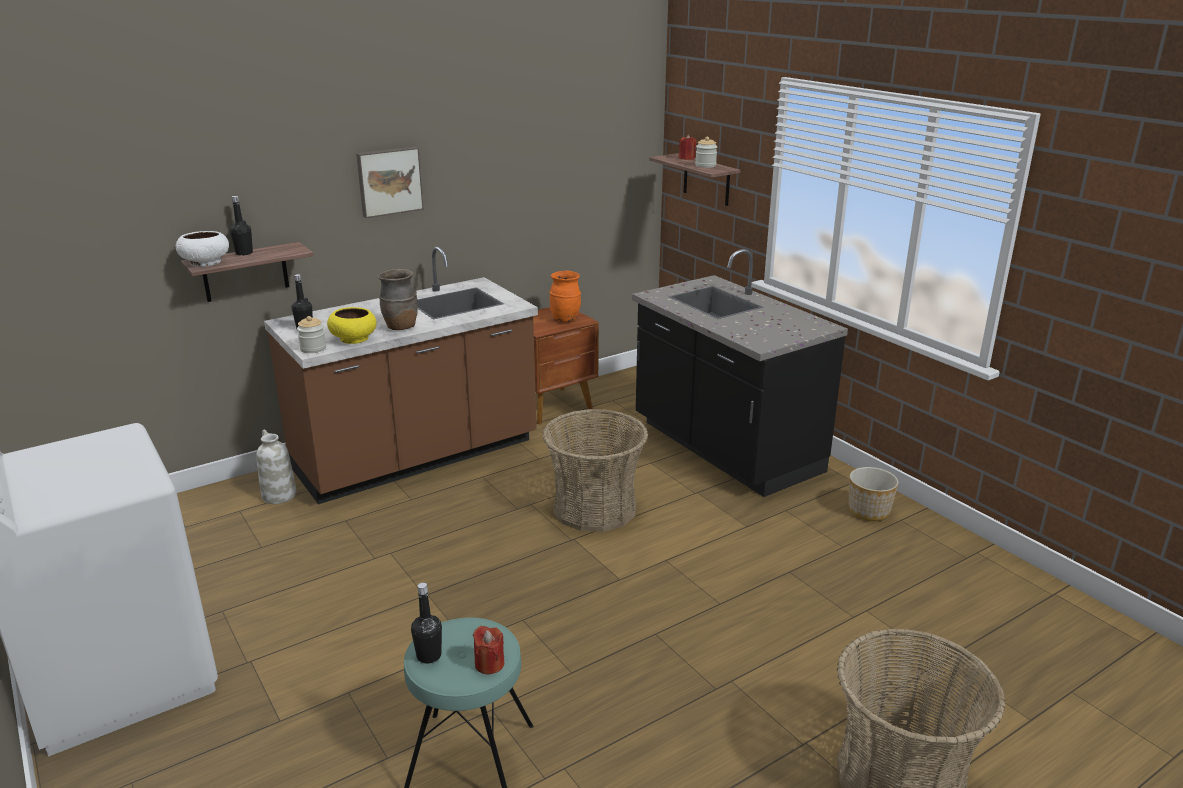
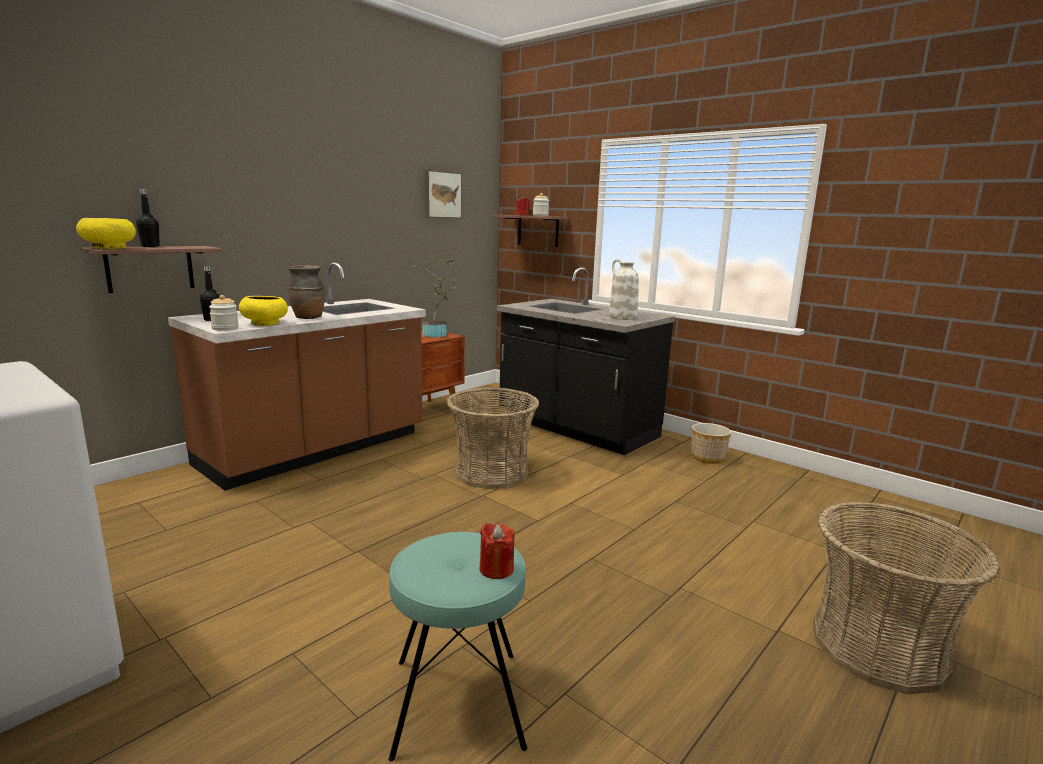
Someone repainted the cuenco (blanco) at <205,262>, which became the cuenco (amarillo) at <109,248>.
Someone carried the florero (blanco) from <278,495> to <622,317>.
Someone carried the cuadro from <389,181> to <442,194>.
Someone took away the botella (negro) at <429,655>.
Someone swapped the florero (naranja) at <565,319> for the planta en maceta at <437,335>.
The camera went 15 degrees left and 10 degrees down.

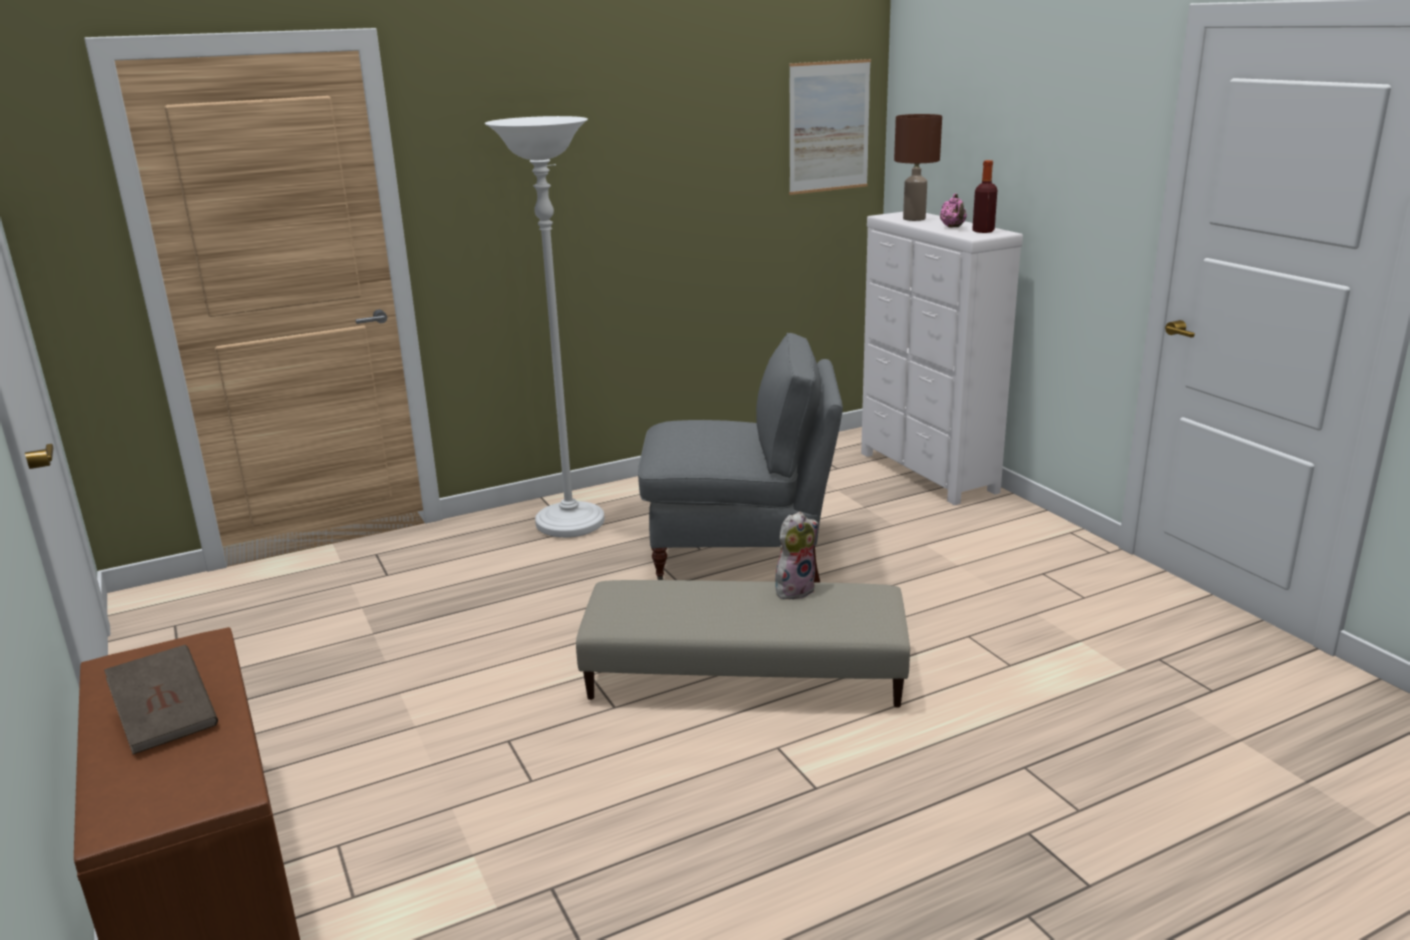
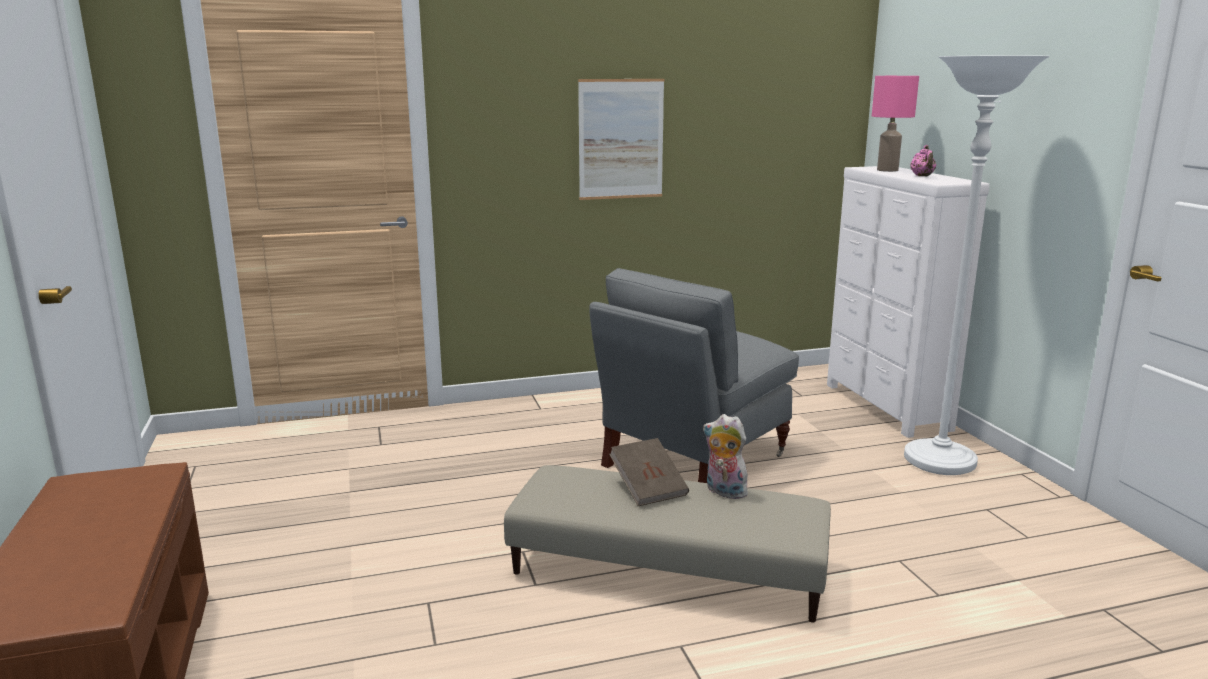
Someone carried the libro (marrón) from <167,719> to <648,488>.
Someone carried the lámpara de pie (blanco) from <570,524> to <939,461>.
Someone rotated the sillón (gris) at <740,555> by 120 degrees clockwise.
Someone rotated the peluche at <794,589> by 120 degrees counterclockwise.
Someone carried the cuadro from <829,127> to <621,139>.
Someone repainted the lámpara de mesa (marrón) at <914,219>, which became the lámpara de mesa (rosa) at <887,170>.
Someone took away the botella at <983,231>.
The camera went 10 degrees right and 5 degrees down.

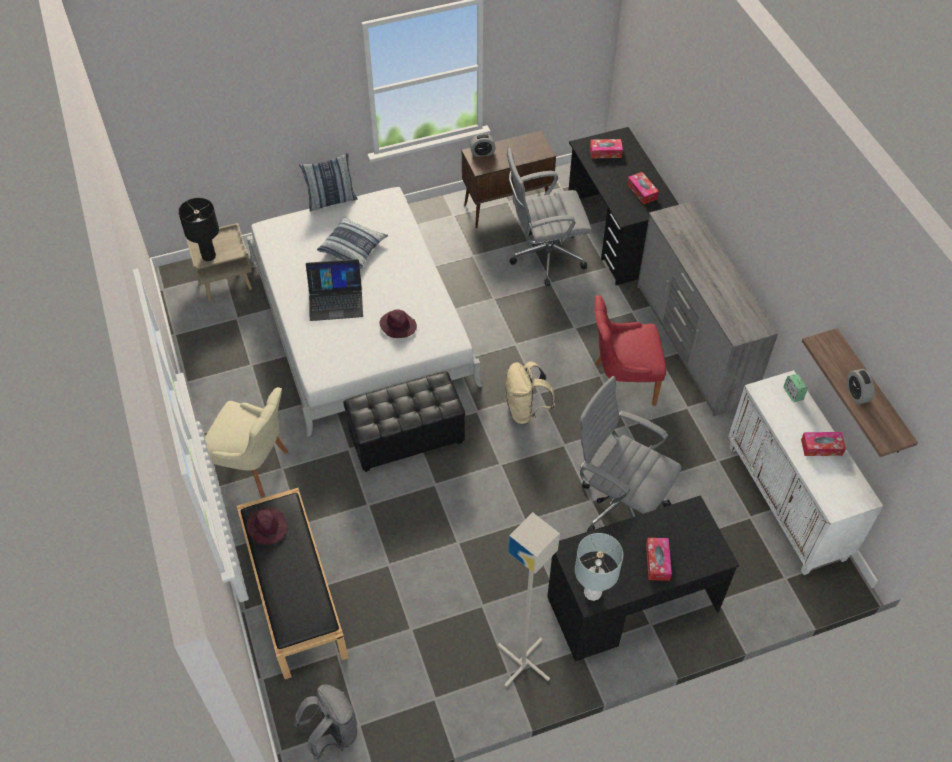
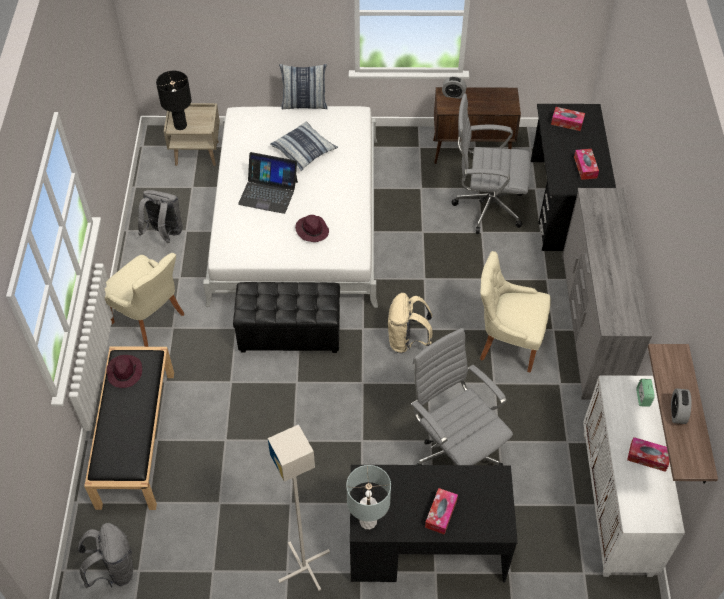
Someone repainted the silla (rojo) at <621,383>, which became the silla (beis) at <507,342>.
Someone put down the mochila (gris) at <164,233>.
The camera went 20 degrees right and 0 degrees up.

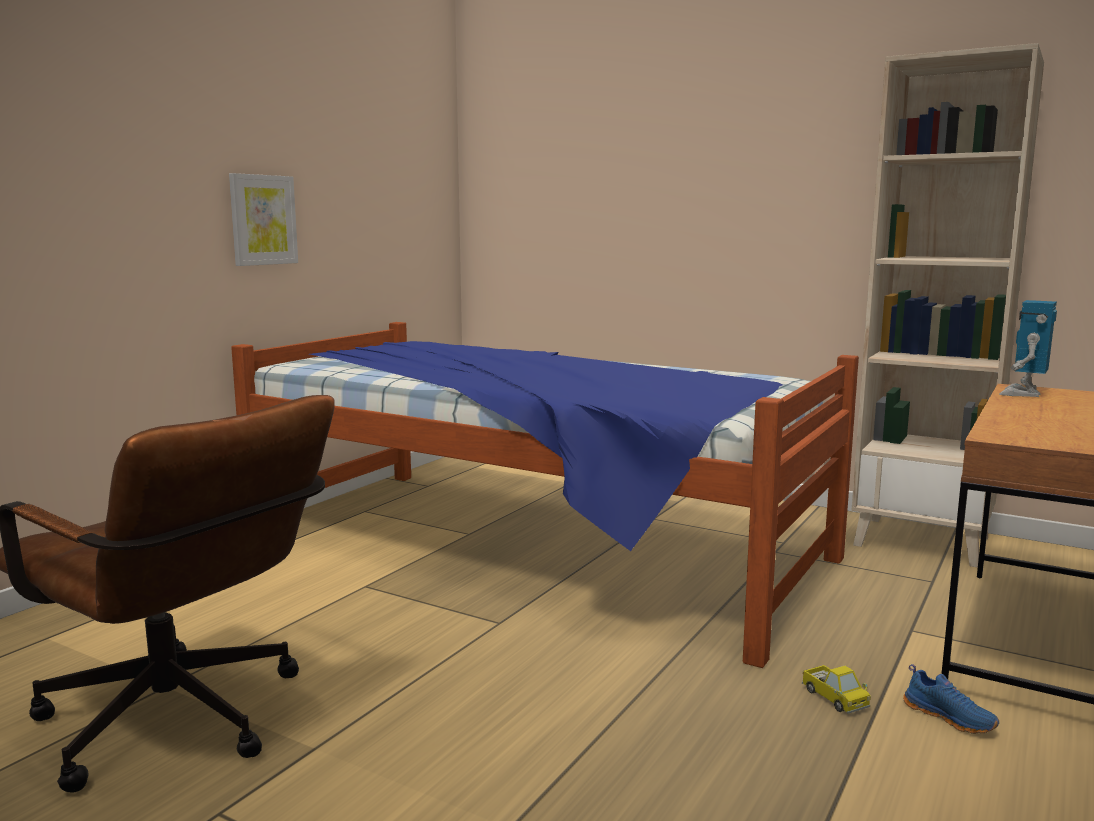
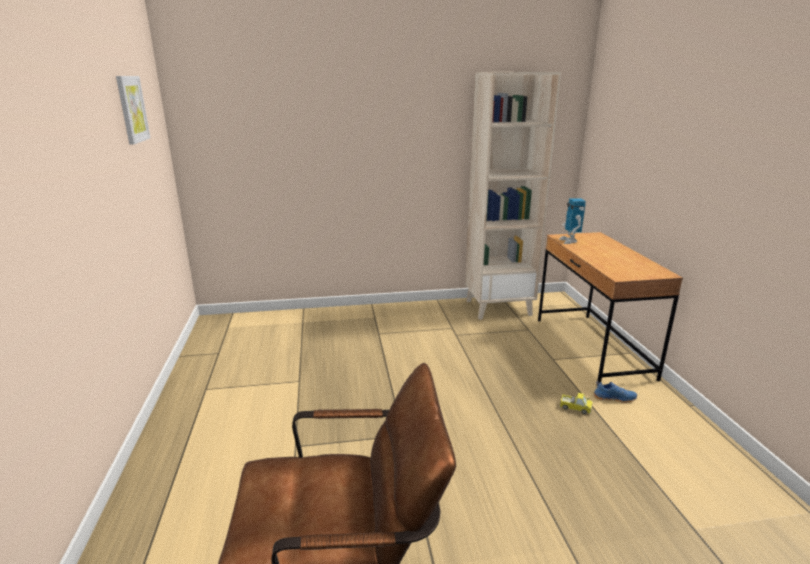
Someone carried the cuadro from <262,220> to <132,109>.
Someone took away the cama at <531,547>.
The camera went 40 degrees left and 10 degrees up.

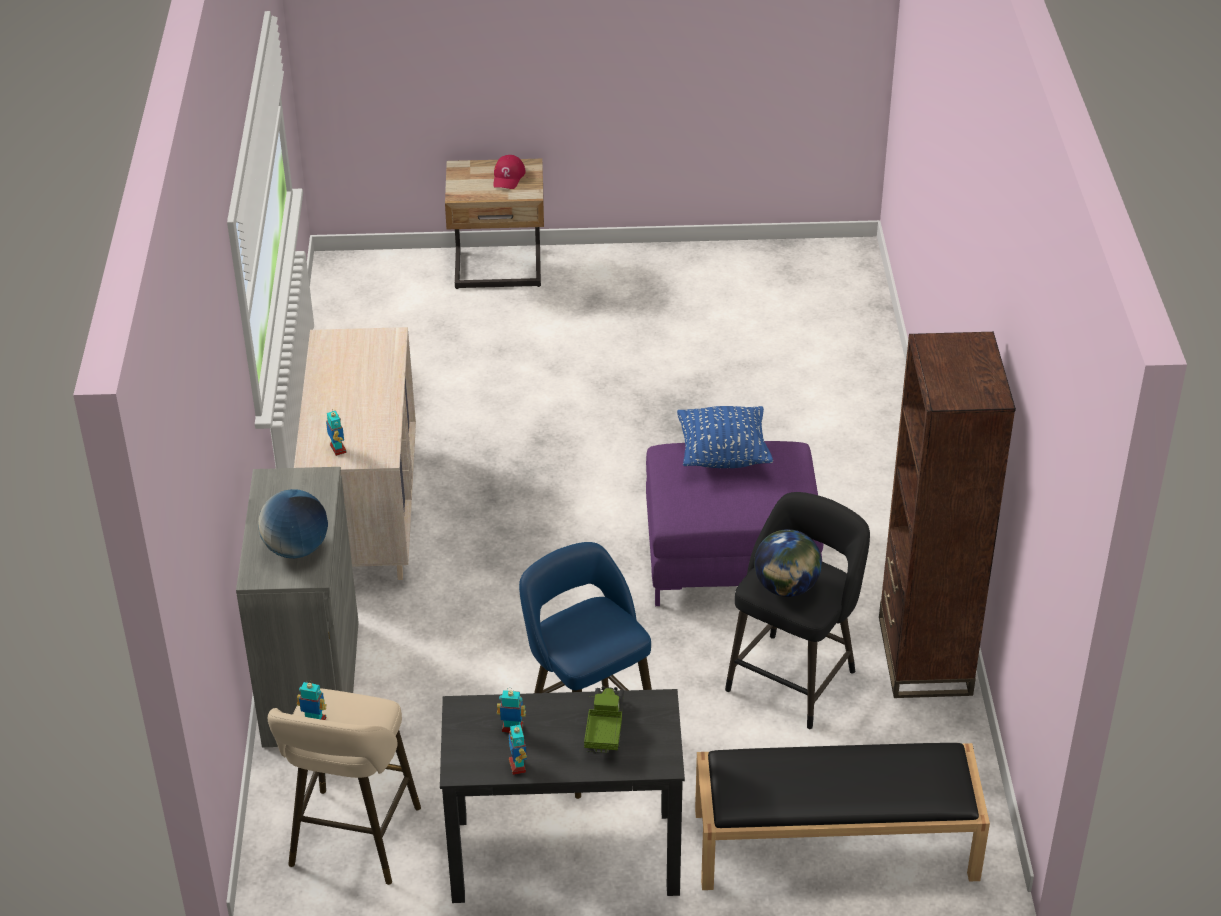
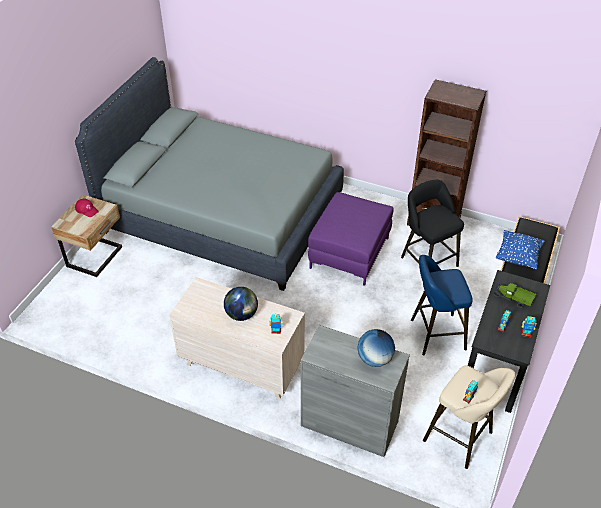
Someone carried the cojín (azul) from <723,455> to <517,257>.
Someone carried the globo terráqueo from <786,587> to <242,314>.
Someone put down the cama (gris) at <222,214>.
The camera went 65 degrees left and 5 degrees up.

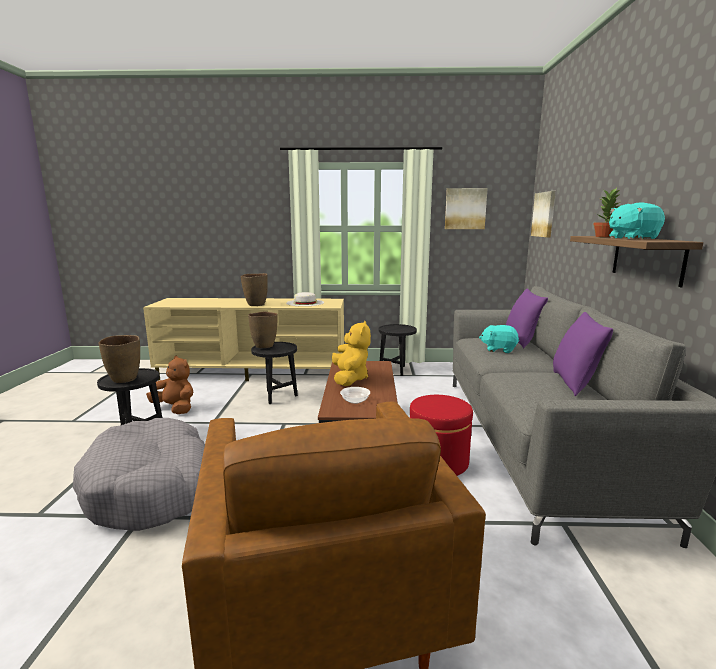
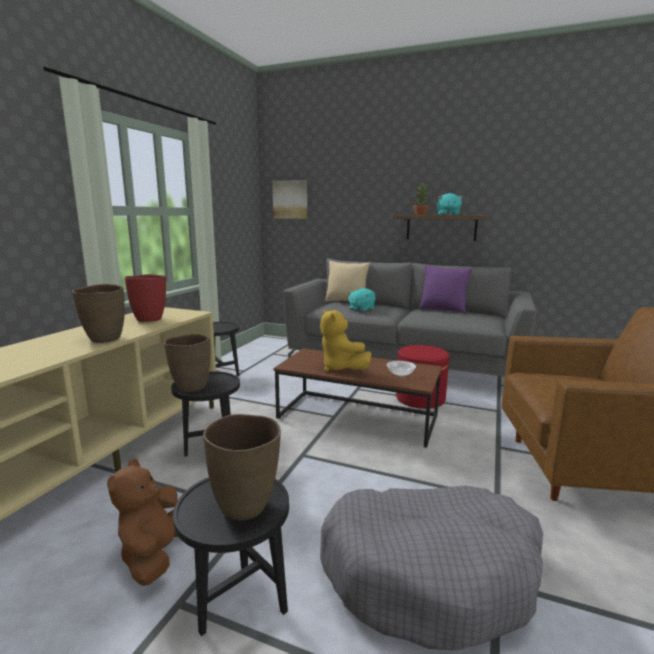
Someone rotated the peluche (marrón) at <175,408> by 45 degrees counterclockwise.
Someone swapped the sombrero (blanco) at <305,303> for the florero (rojo) at <149,319>.
Someone rotated the peluche (amarillo) at <350,379> by 135 degrees counterclockwise.
Someone took away the cuadro at <465,209>.
Someone repainted the cojín (morado) at <522,341>, which became the cojín (beis) at <346,302>.
The camera went 70 degrees left and 0 degrees up.

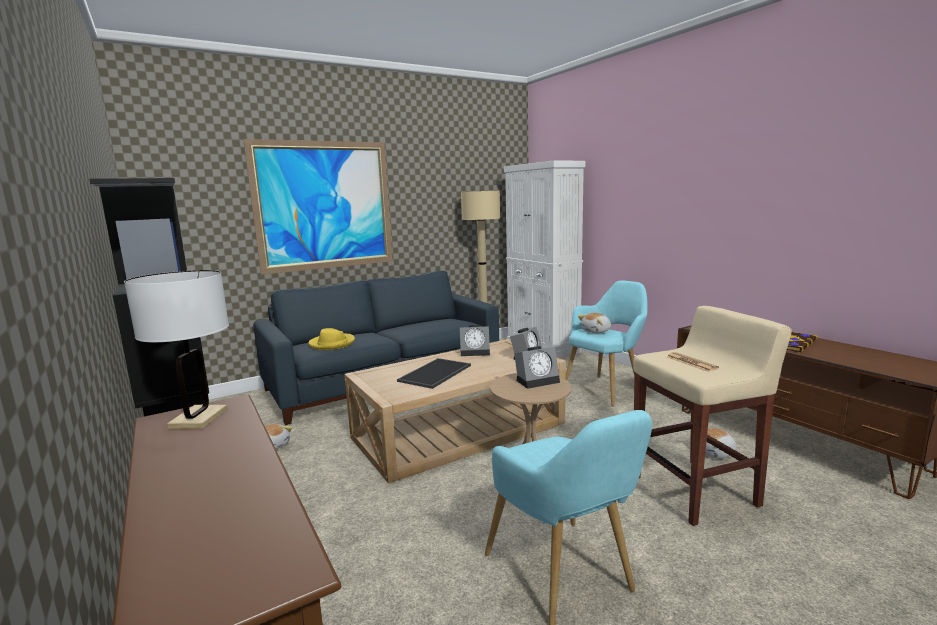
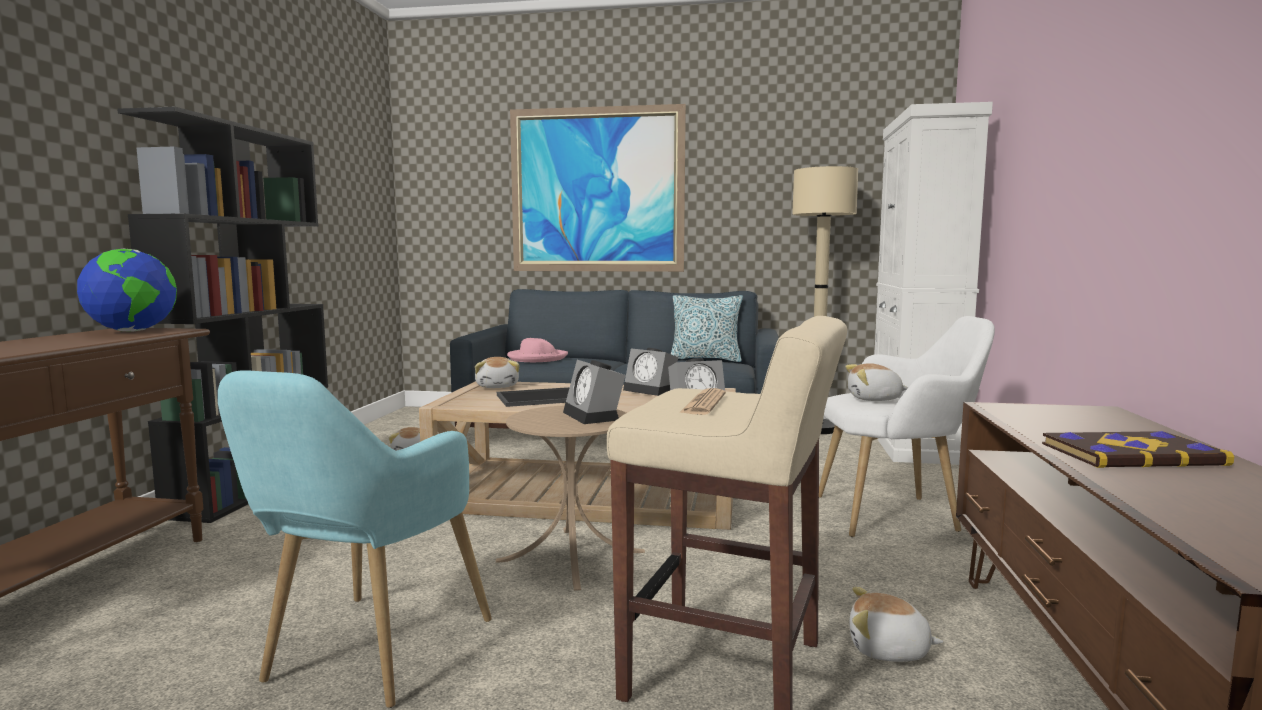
Someone swapped the lámpara de mesa (blanco) at <198,418> for the globo terráqueo at <132,331>.
Someone repainted the sombrero (amarillo) at <332,344>, which became the sombrero (rosa) at <537,358>.
Someone rotated the despertador at <538,380> by 45 degrees clockwise.
Someone repainted the sillón (turquesa) at <606,388>, which became the sillón (blanco) at <896,515>.
Someone put down the peluche at <498,386>.
Someone put down the cojín at <705,359>.
The camera went 40 degrees right and 5 degrees down.

